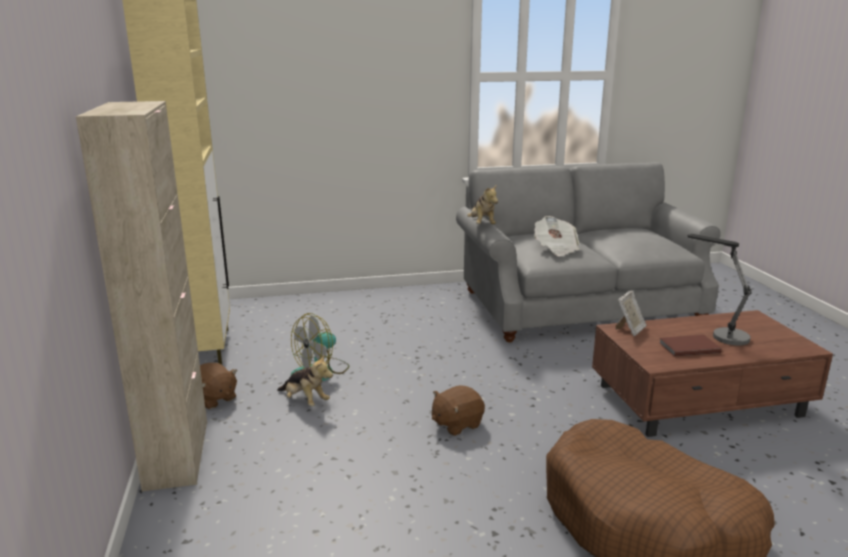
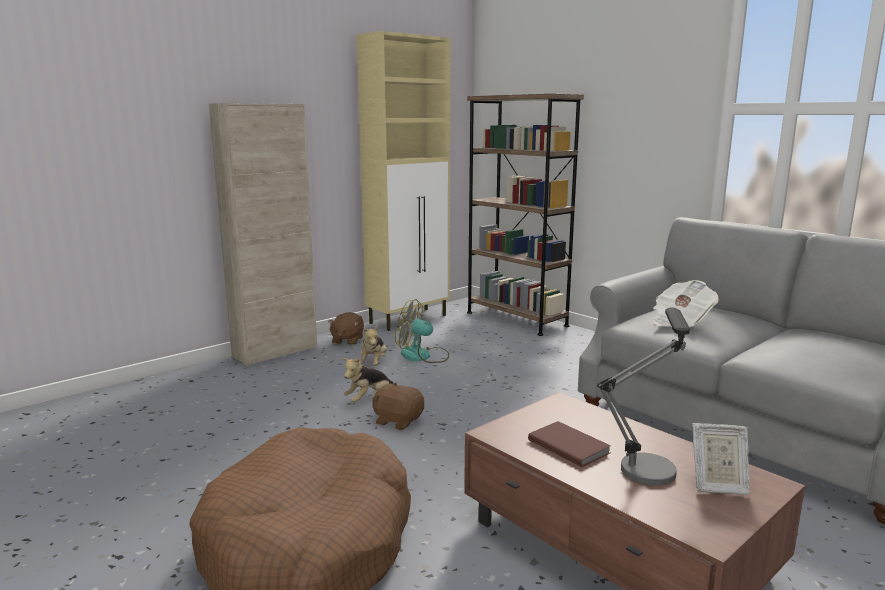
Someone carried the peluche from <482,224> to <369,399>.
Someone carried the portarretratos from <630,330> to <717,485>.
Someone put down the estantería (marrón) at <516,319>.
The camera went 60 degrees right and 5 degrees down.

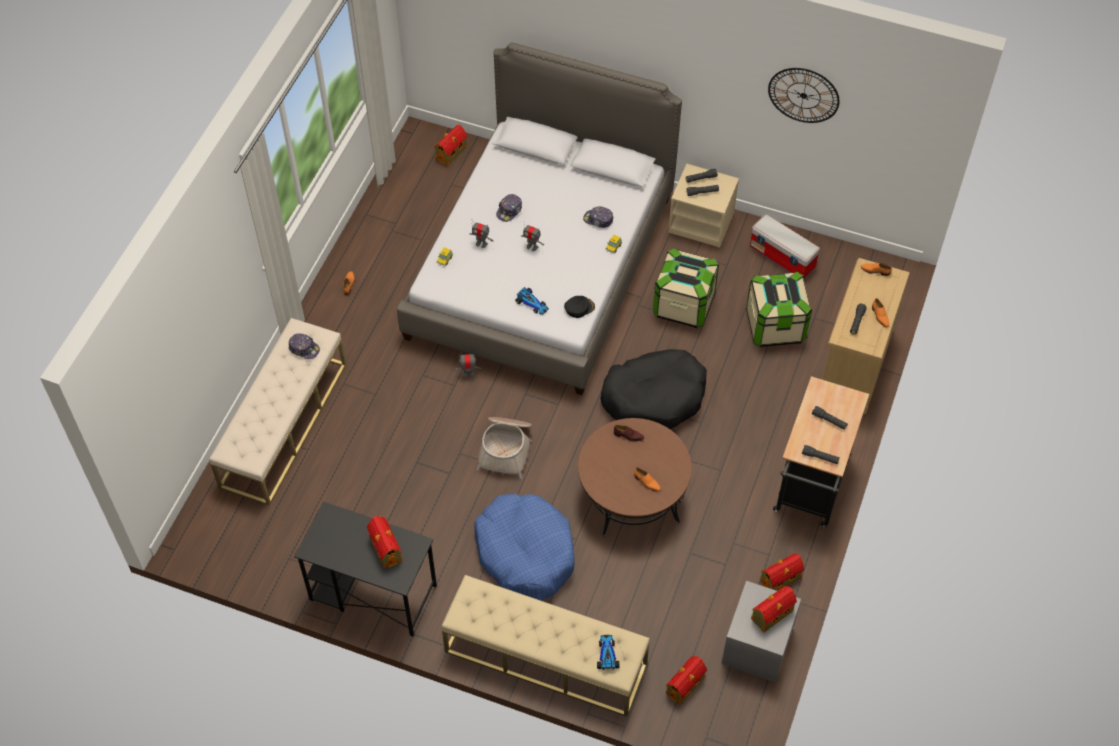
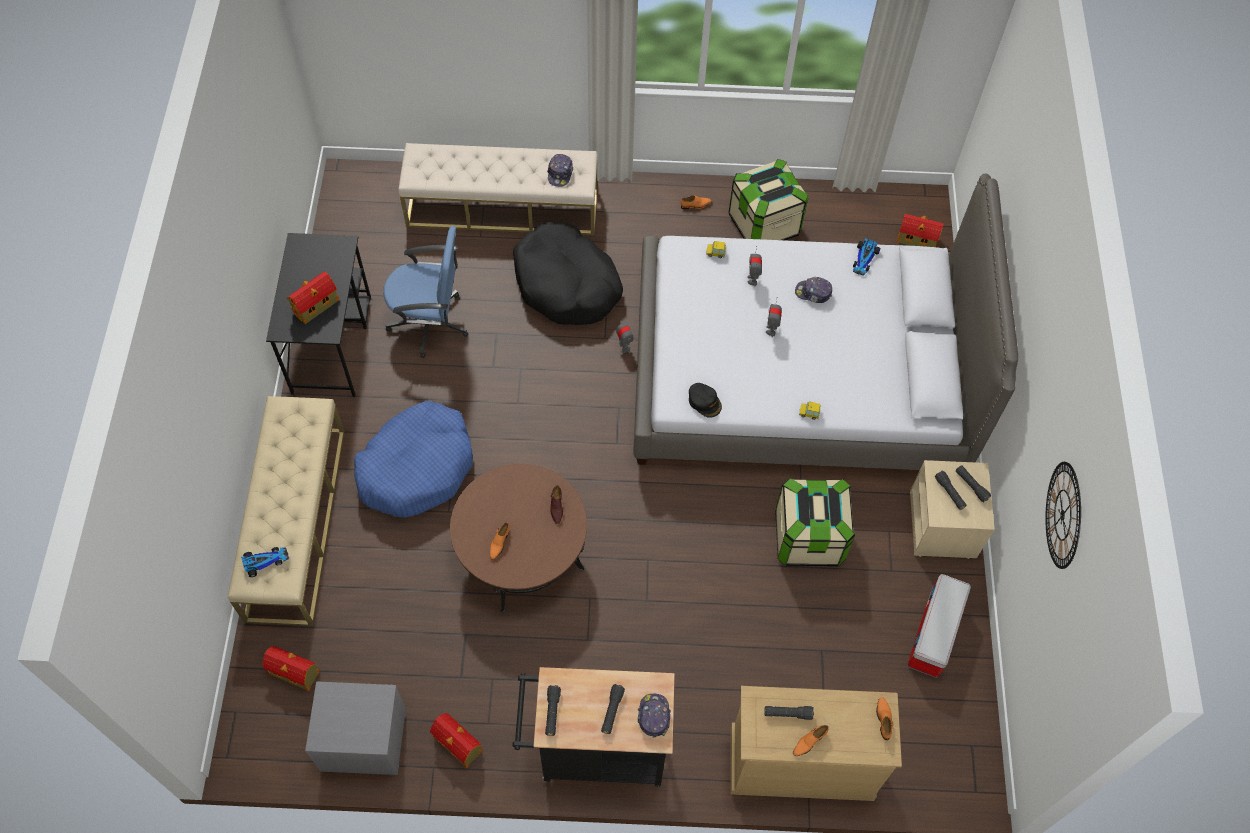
Someone took away the cesta at <506,448>.
Someone carried the coche de juguete from <532,303> to <864,259>.
Someone carried the gorra from <598,220> to <653,716>.
Someone carried the cama para perro (negro) from <654,397> to <567,284>.
Someone carried the caja de almacenaje from <775,326> to <764,224>.
Someone took away the casita at <771,615>.
Someone put down the silla de oficina (azul) at <430,323>.
The camera went 70 degrees right and 5 degrees up.

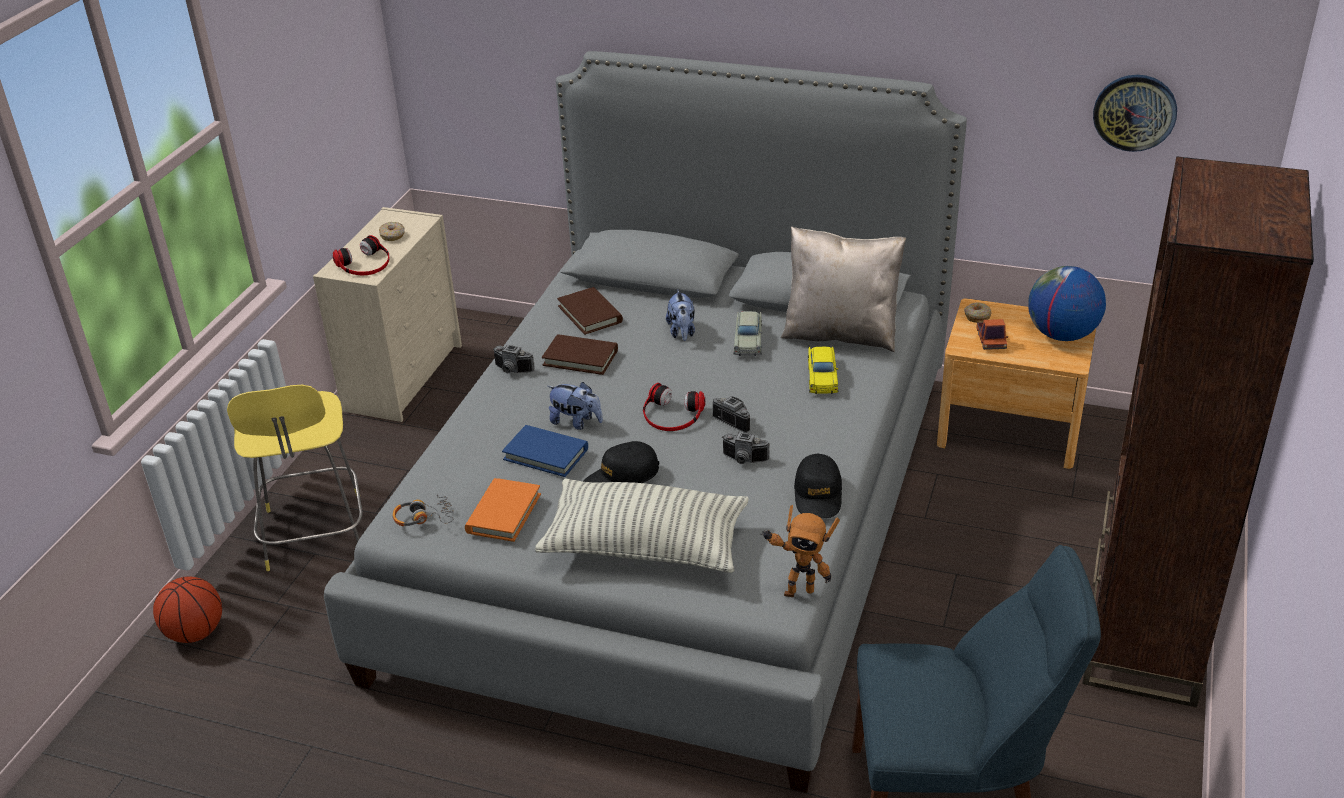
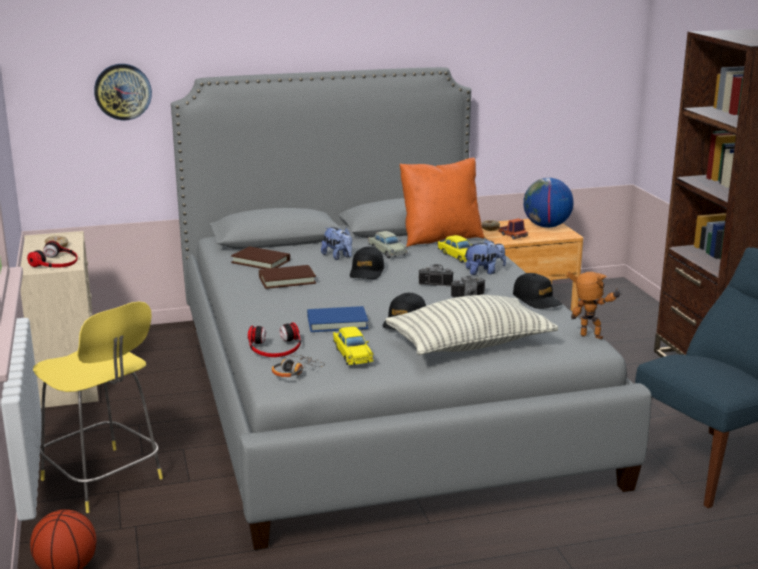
Someone swapped the libro (naranja) at <503,513> for the coche de juguete (amarillo) at <352,354>.
Someone took away the cámara at <512,371>.
Someone carried the peluche from <576,422> to <484,272>.
Someone carried the auriculares from <672,415> to <275,347>.
Someone rotated the robot de juguete at <798,590> by 120 degrees counterclockwise.
Someone repainted the cojín (beis) at <841,334>, which became the cojín (naranja) at <440,238>.
Someone carried the reloj de pared from <1135,112> to <123,91>.
Someone put down the gorra (negro) at <367,272>.
The camera went 35 degrees left and 15 degrees down.

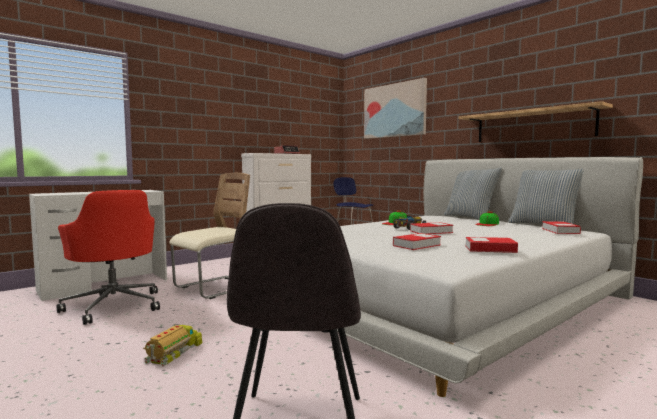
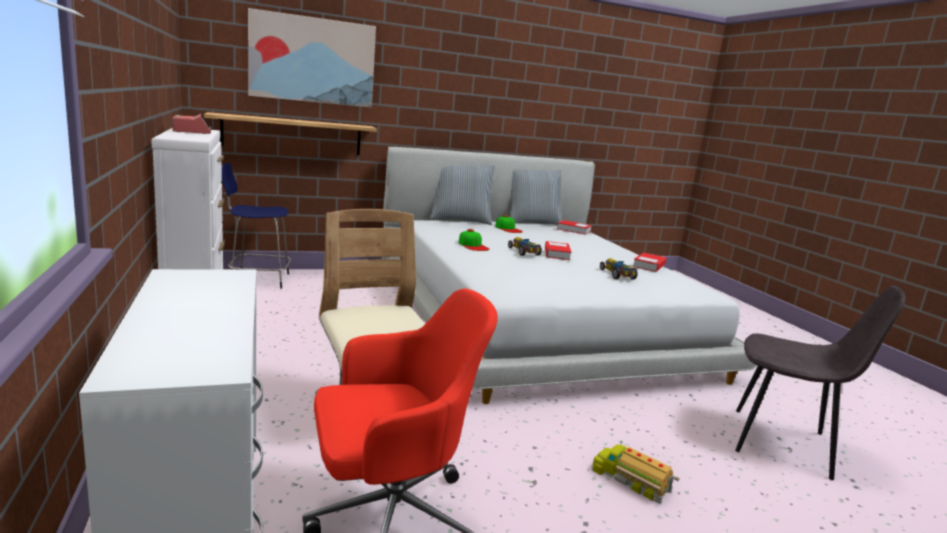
Someone swapped the libro at <416,245> for the coche de juguete at <617,275>.
Someone carried the estante from <533,125> to <292,135>.
The camera went 70 degrees left and 10 degrees up.

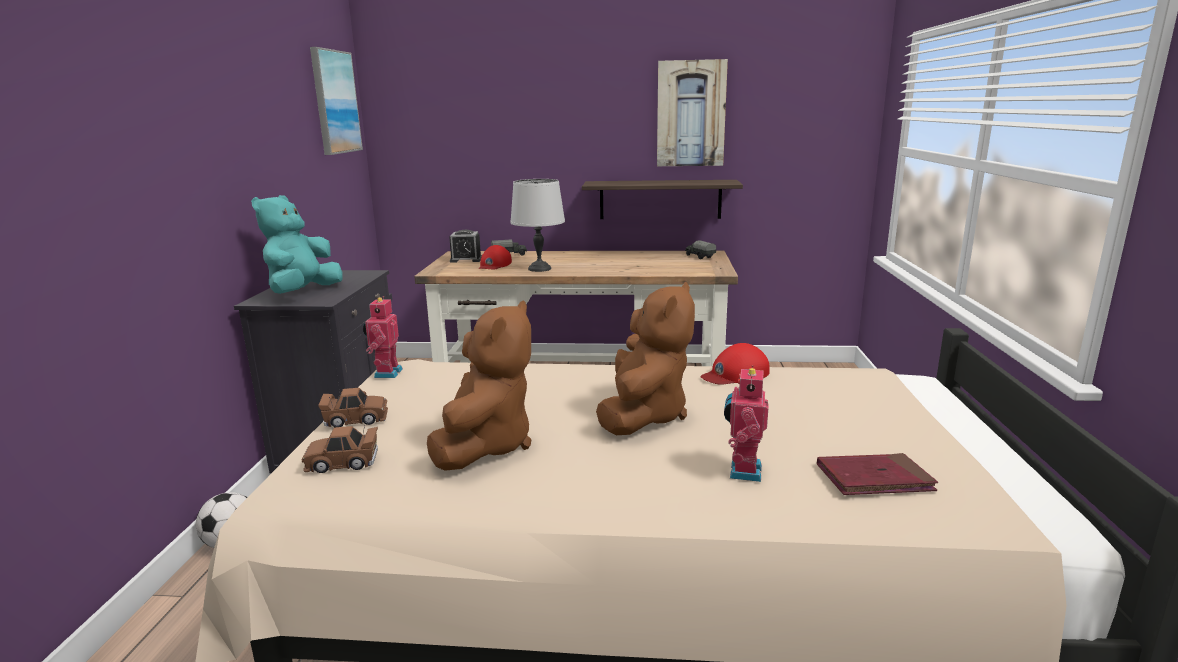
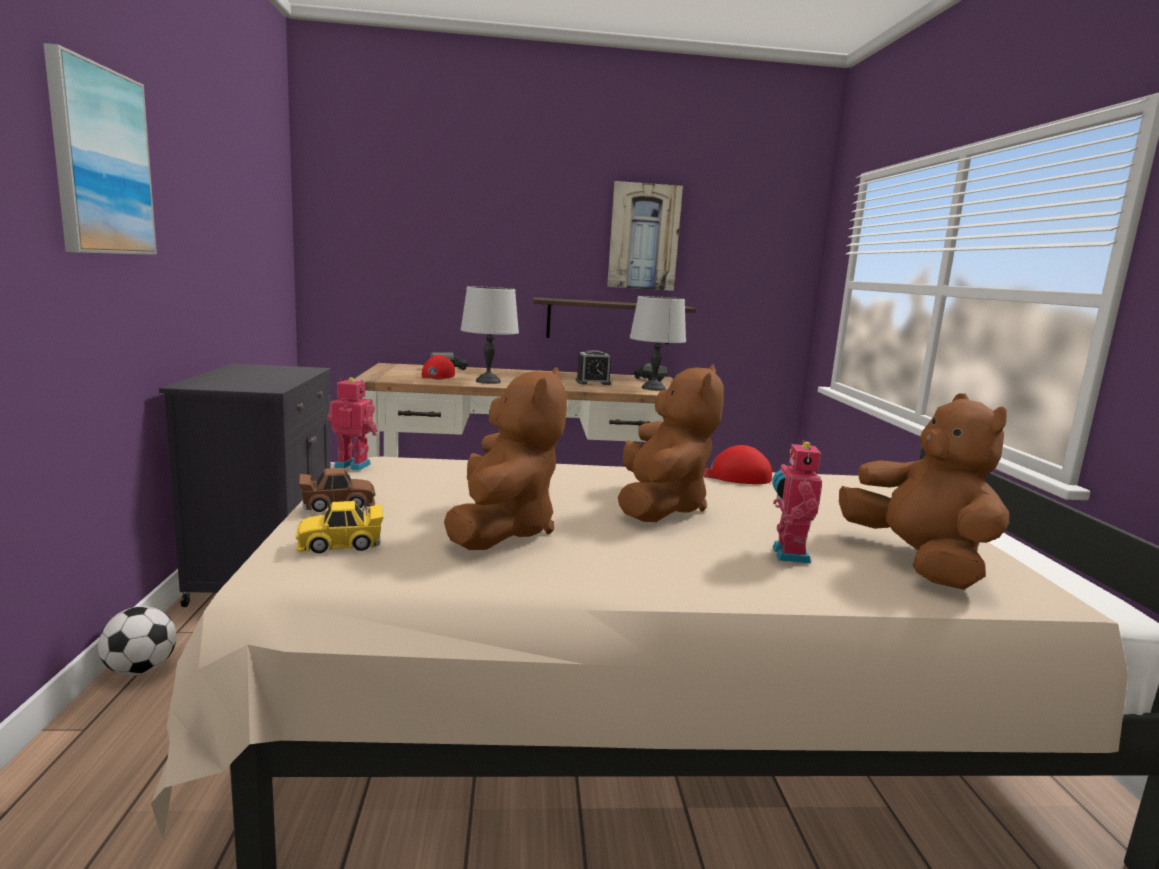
Someone took away the peluche (turquesa) at <302,293>.
Someone repainted the coche de juguete (marrón) at <343,462>, which became the coche de juguete (amarillo) at <340,544>.
Someone carried the cuadro from <335,102> to <100,162>.
Someone rotated the robot de juguete at <386,373> by 105 degrees clockwise.
Someone carried the despertador from <466,259> to <593,382>.
Someone rotated the gorra (rojo) at <735,374> by 45 degrees clockwise.
Someone swapped the libro (rojo) at <874,479> for the peluche (marrón) at <917,562>.
Someone put down the lámpara de mesa (gris) at <653,388>.
The camera went 10 degrees left and 5 degrees down.

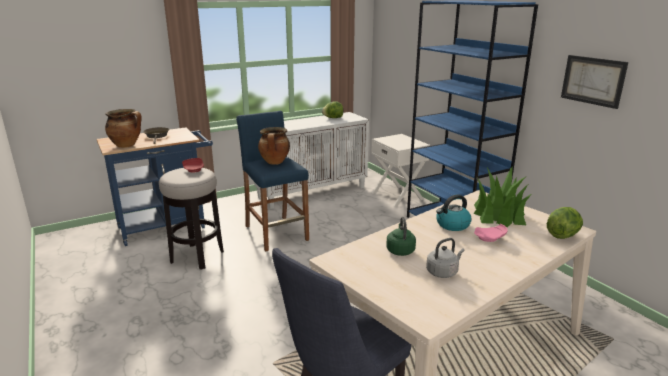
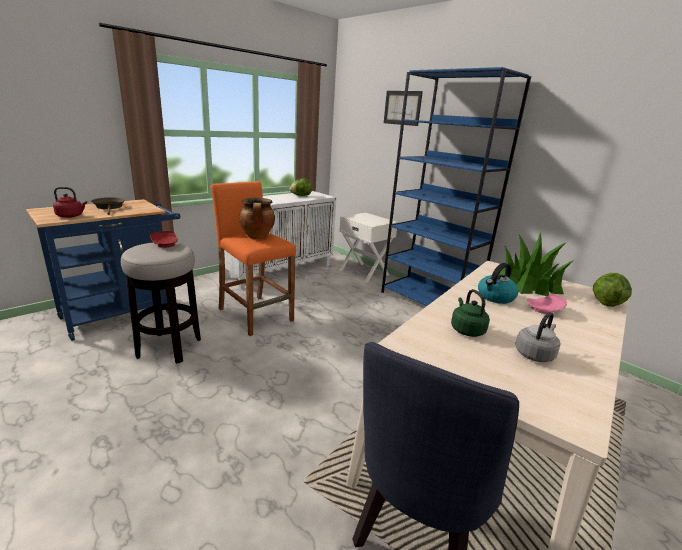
Someone swapped the olla at <127,145> for the hervidor (rojo) at <71,216>.
Someone repainted the taburete (azul) at <276,233>, which became the taburete (naranja) at <255,315>.
Someone carried the cuadro from <593,80> to <402,108>.
The camera went 15 degrees left and 0 degrees up.

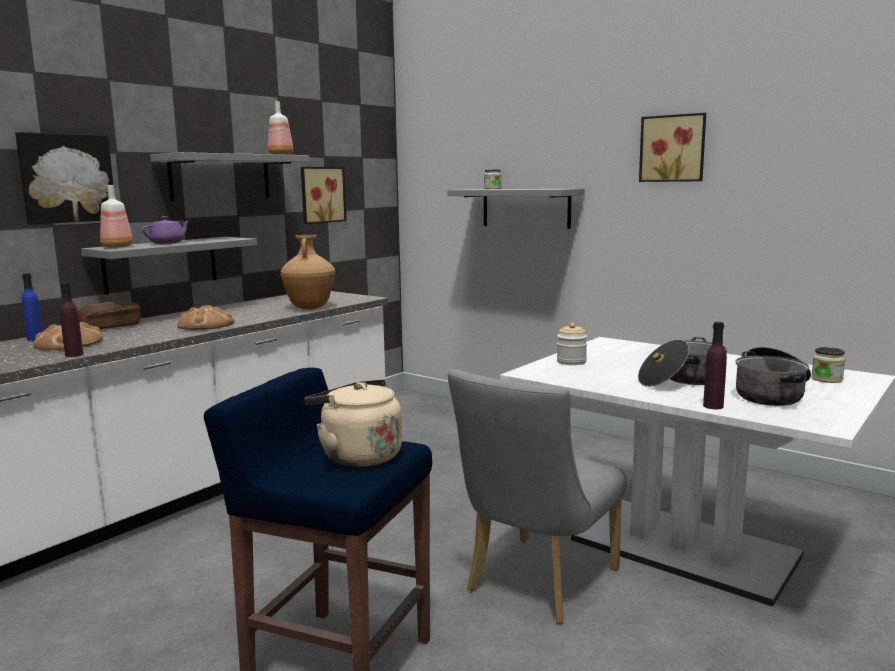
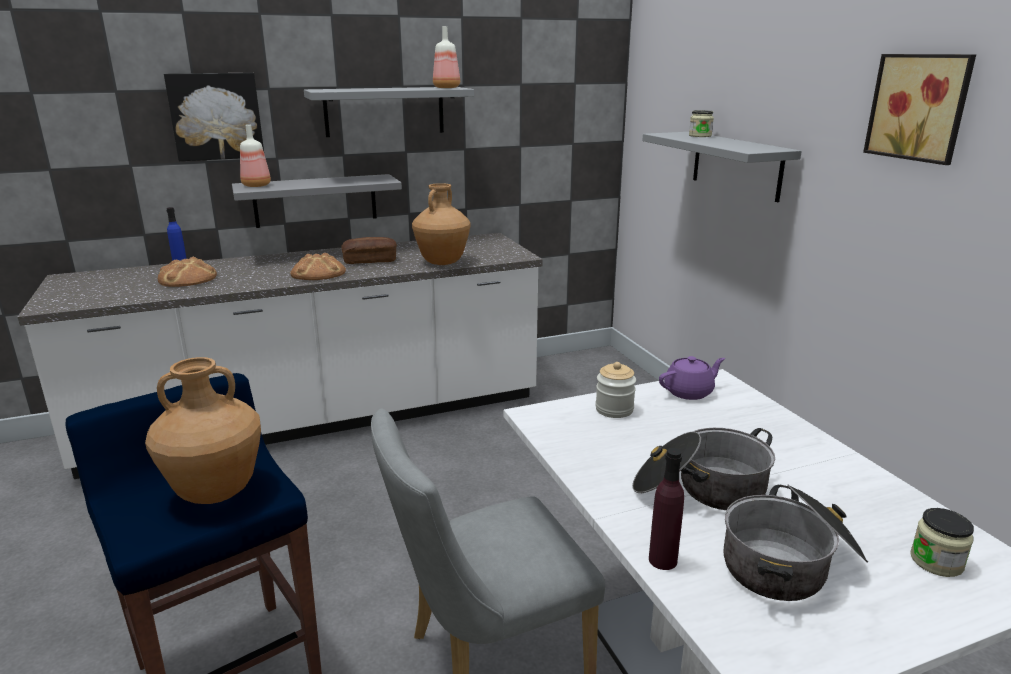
Someone took away the botella (morado) at <74,355>.
Someone carried the pan from <110,327> to <370,261>.
Someone carried the tetera (morado) from <168,243> to <689,392>.
Someone took away the cuadro at <321,194>.
Someone swapped the hervidor (beis) at <357,456> for the florero (marrón) at <217,492>.
The camera went 30 degrees right and 10 degrees up.

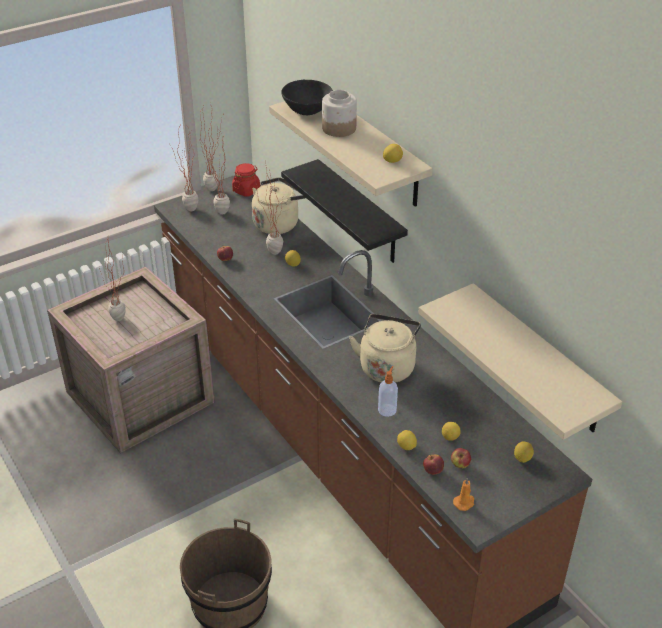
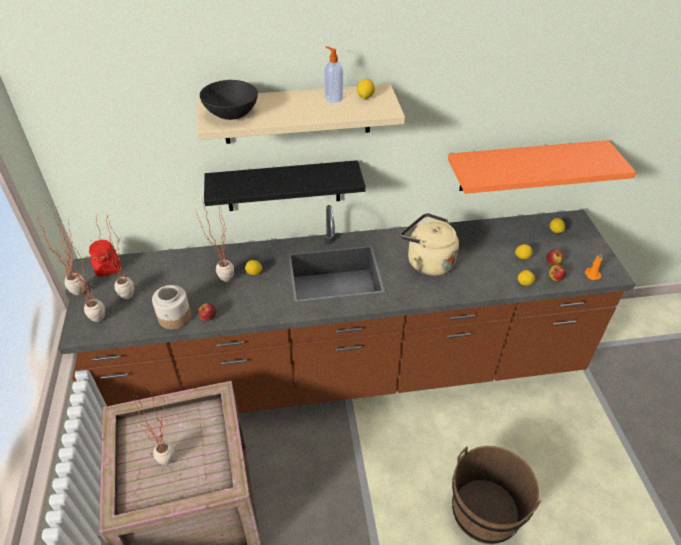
Someone took away the hervidor (beis) at <278,223>.
Someone carried the tarro from <339,129> to <175,317>.
Someone carried the dispensador de jabón from <387,409> to <333,98>.
Someone repainted the estante (beis) at <538,360>, which became the estante (naranja) at <524,166>.
The camera went 65 degrees left and 5 degrees up.

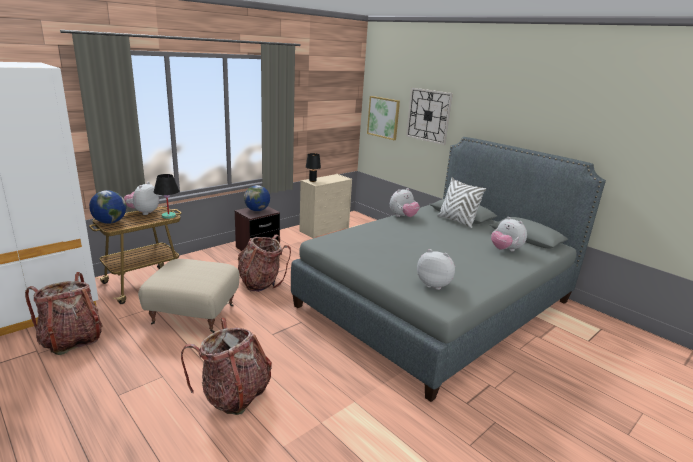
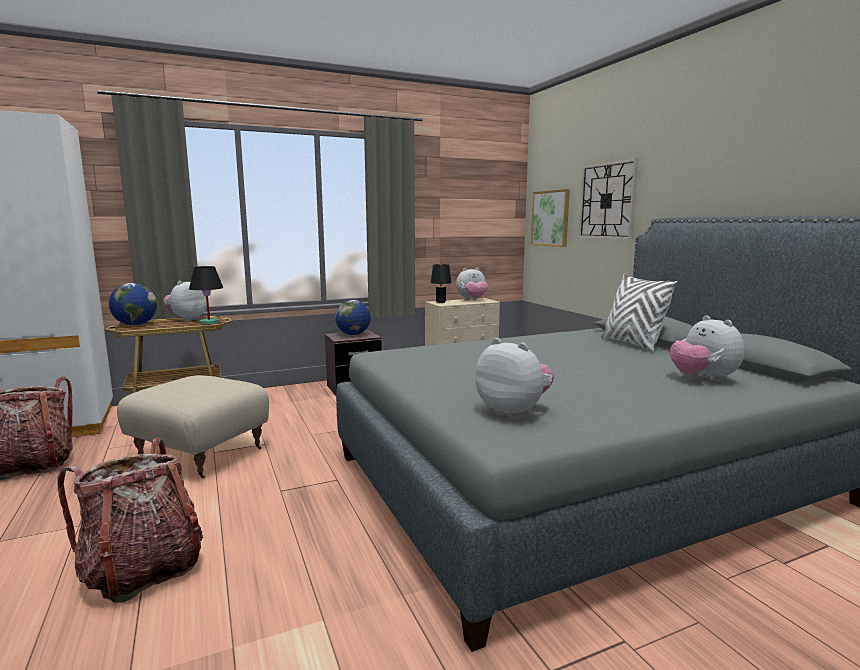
Someone took away the mochila at <261,282>.
Someone carried the peluche from <403,216> to <472,300>.
The camera went 20 degrees right and 10 degrees down.

